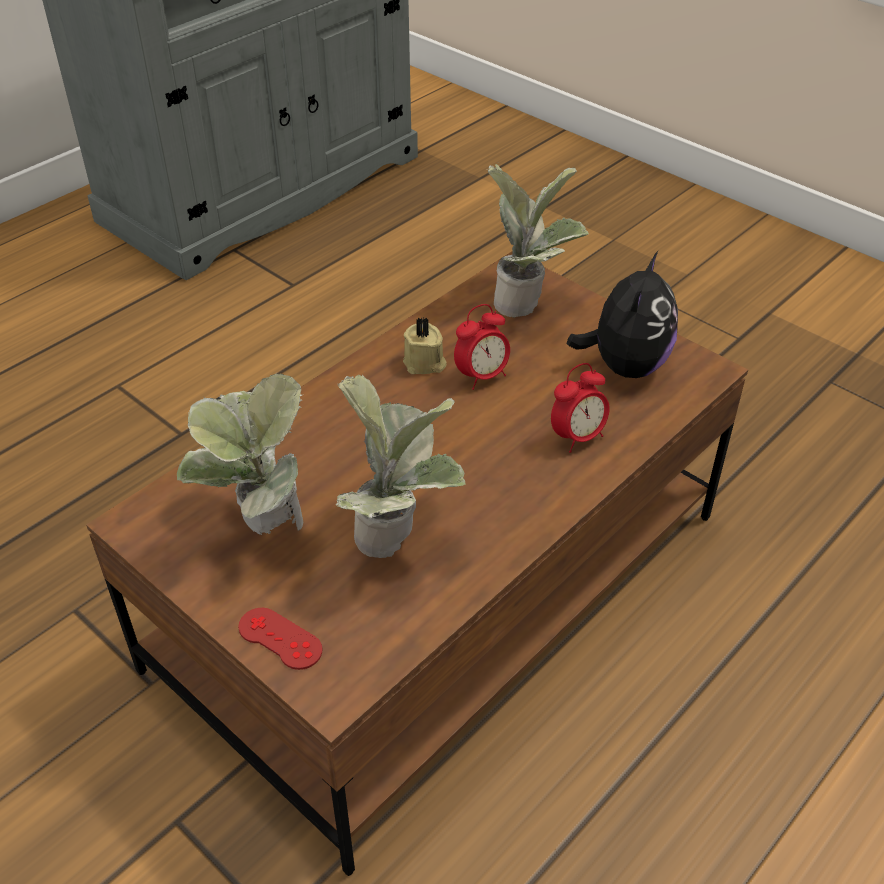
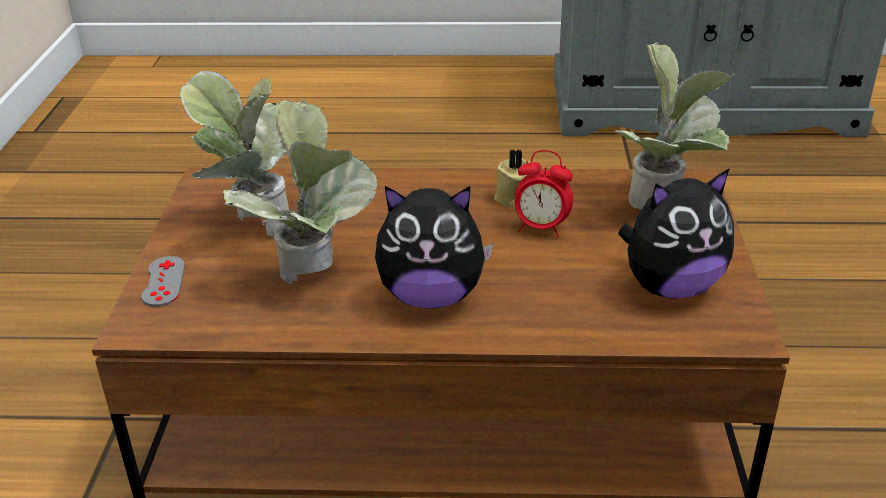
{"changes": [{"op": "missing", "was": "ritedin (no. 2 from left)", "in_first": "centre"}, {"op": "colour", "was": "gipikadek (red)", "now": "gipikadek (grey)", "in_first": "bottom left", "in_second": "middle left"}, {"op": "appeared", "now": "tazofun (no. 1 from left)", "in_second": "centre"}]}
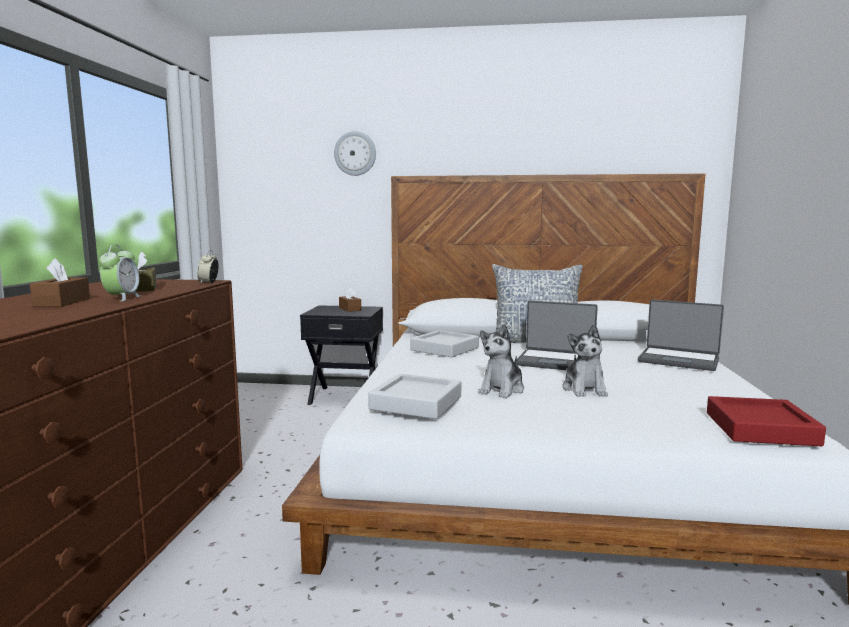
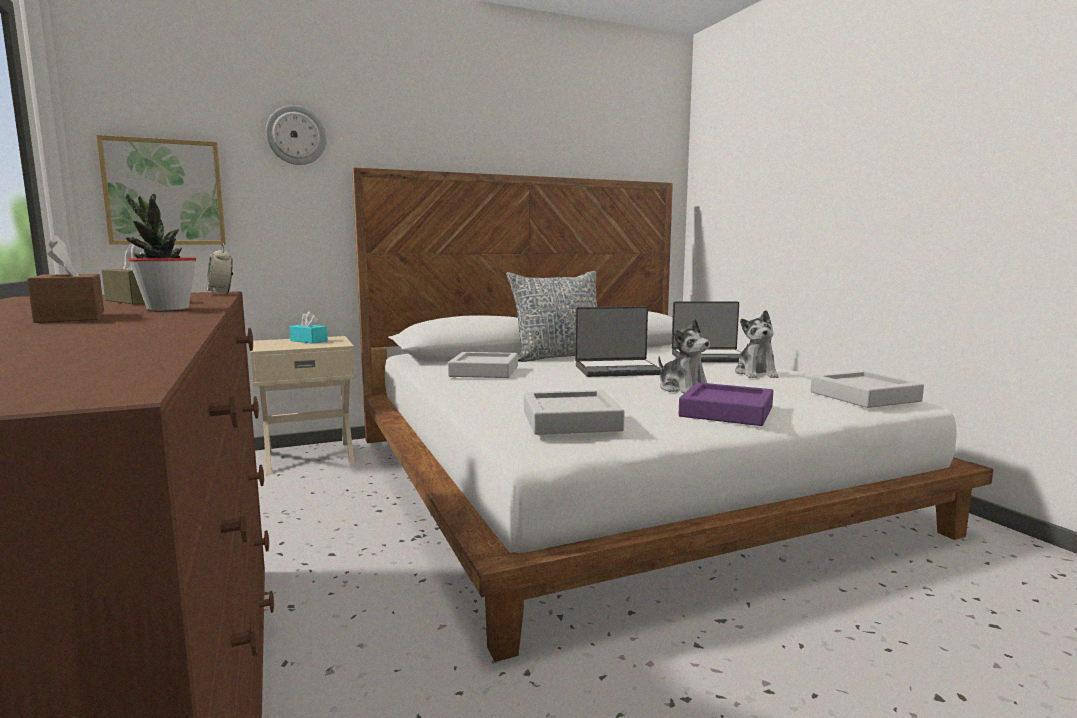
{"changes": [{"op": "exchanged", "was": "ritedin (no. 1 from left)", "now": "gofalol", "in_first": "middle left", "in_second": "middle left"}, {"op": "colour", "was": "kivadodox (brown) (no. 3 from left)", "now": "kivadodox (turquoise)", "in_first": "centre", "in_second": "middle left"}, {"op": "colour", "was": "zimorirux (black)", "now": "zimorirux (beige)", "in_first": "centre", "in_second": "middle left"}, {"op": "relocated", "was": "tazofun (no. 1 from left in the first image)", "now": "tazofun (no. 2 from left)", "in_first": "centre", "in_second": "middle right"}, {"op": "colour", "was": "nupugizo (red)", "now": "nupugizo (grey) (no. 3 from left)", "in_first": "bottom right", "in_second": "middle right"}, {"op": "appeared", "now": "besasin", "in_second": "top left"}, {"op": "appeared", "now": "nupugizo (purple)", "in_second": "middle right"}]}
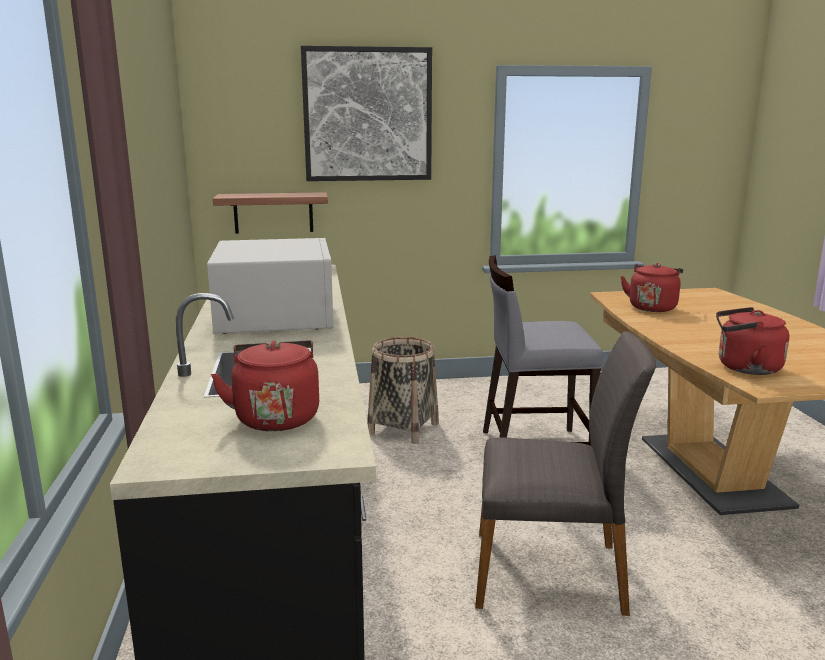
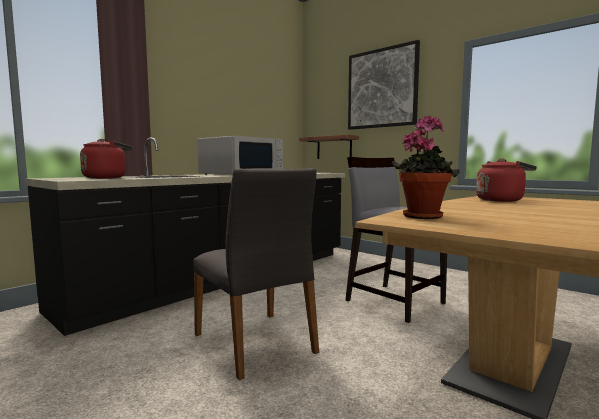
{"changes": [{"op": "exchanged", "was": "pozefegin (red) (no. 3 from left)", "now": "gofalol", "in_first": "middle right", "in_second": "middle right"}, {"op": "missing", "was": "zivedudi", "in_first": "centre"}]}
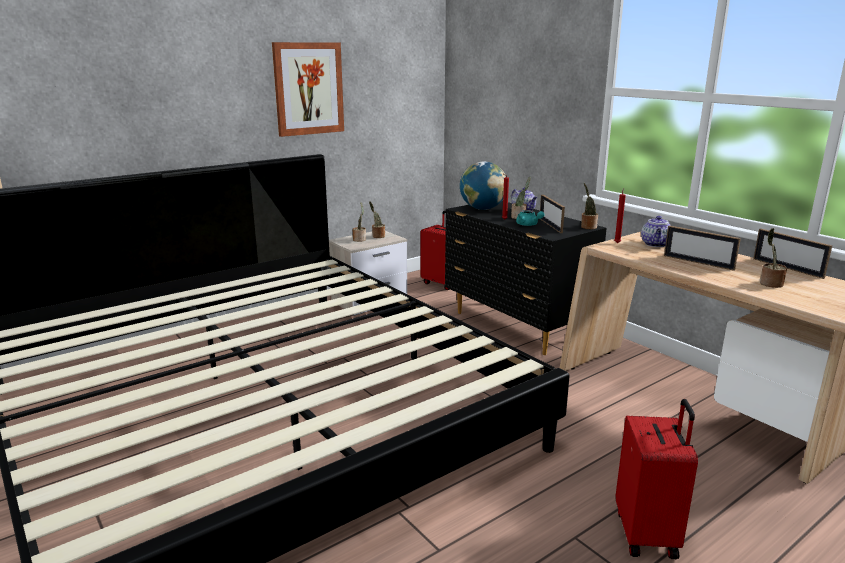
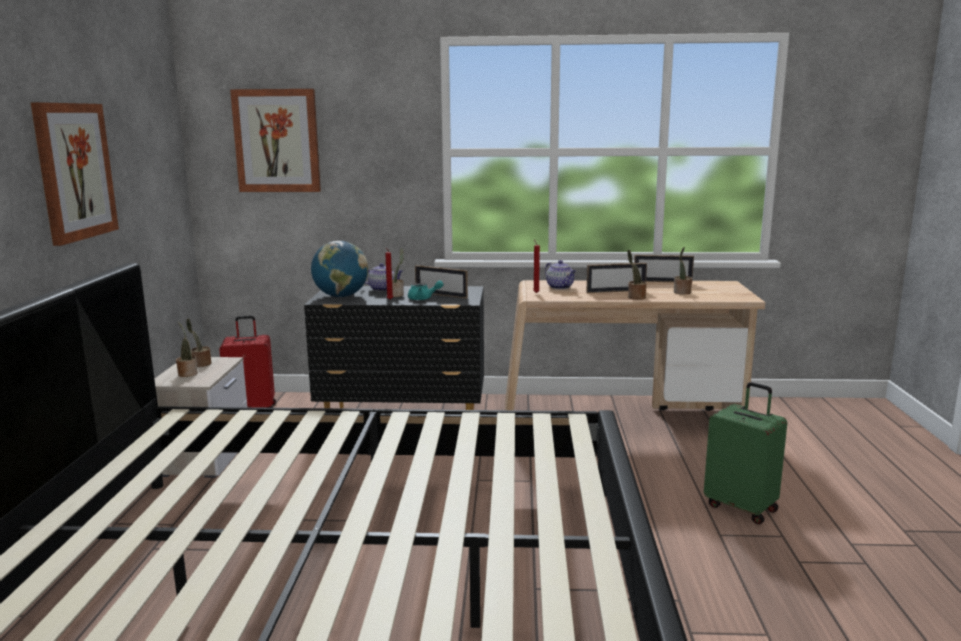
{"changes": [{"op": "relocated", "was": "gofalol (no. 4 from left)", "in_first": "middle right", "in_second": "centre"}, {"op": "colour", "was": "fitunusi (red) (no. 2 from left)", "now": "fitunusi (green)", "in_first": "bottom right", "in_second": "bottom right"}, {"op": "appeared", "now": "besasin (no. 2 from left)", "in_second": "top left"}]}
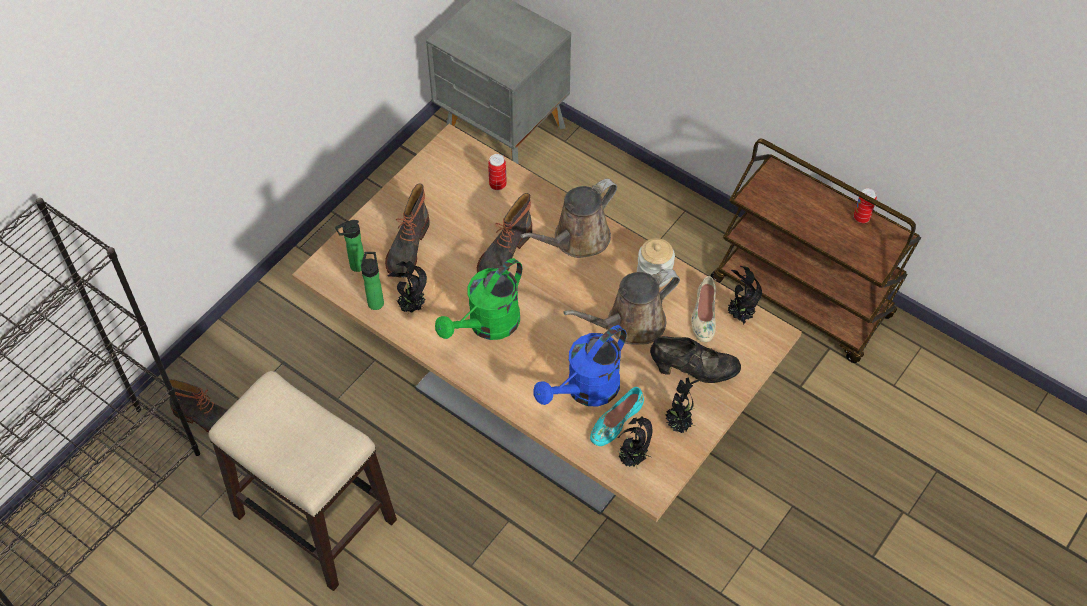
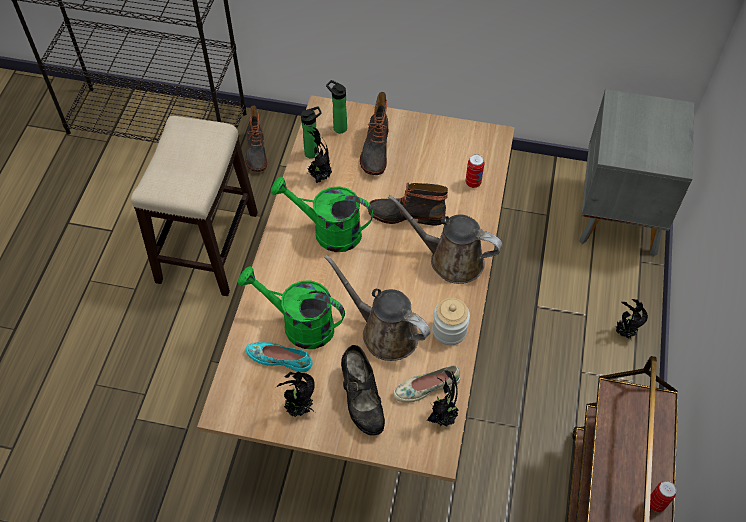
{"changes": [{"op": "spun", "was": "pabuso (no. 2 from left)", "in_first": "centre", "in_second": "top centre", "clockwise": -75}, {"op": "colour", "was": "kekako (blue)", "now": "kekako (green) (no. 1 from left)", "in_first": "centre", "in_second": "centre"}, {"op": "relocated", "was": "gofalol (no. 2 from left in the first image)", "now": "gofalol (no. 4 from left)", "in_first": "bottom centre", "in_second": "middle right"}]}
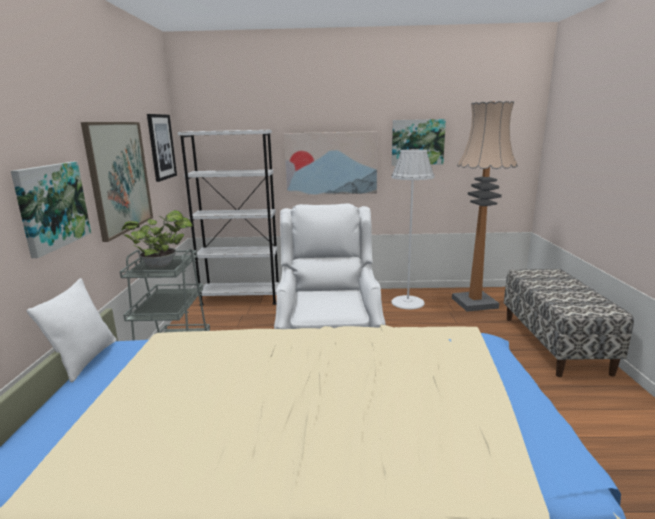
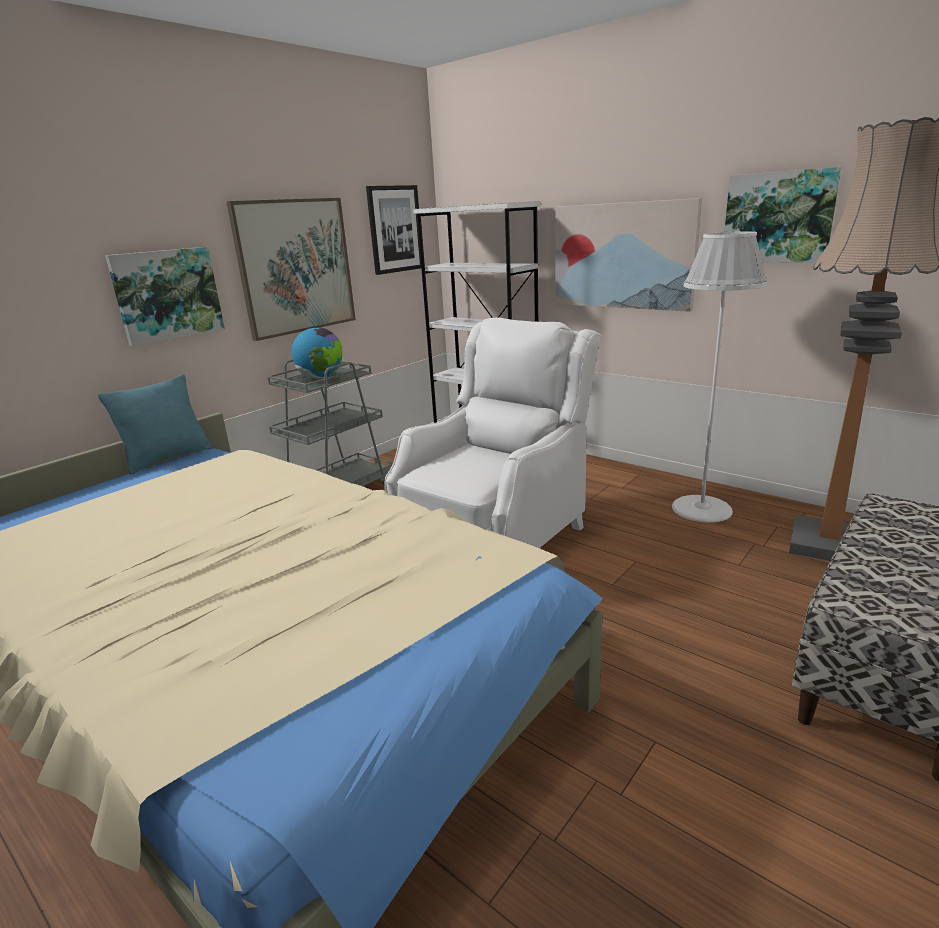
{"changes": [{"op": "exchanged", "was": "gofalol", "now": "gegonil", "in_first": "middle left", "in_second": "centre"}, {"op": "colour", "was": "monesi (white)", "now": "monesi (turquoise)", "in_first": "middle left", "in_second": "middle left"}]}
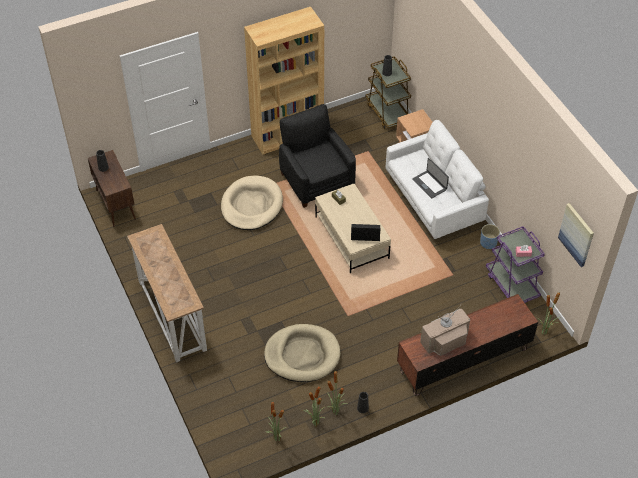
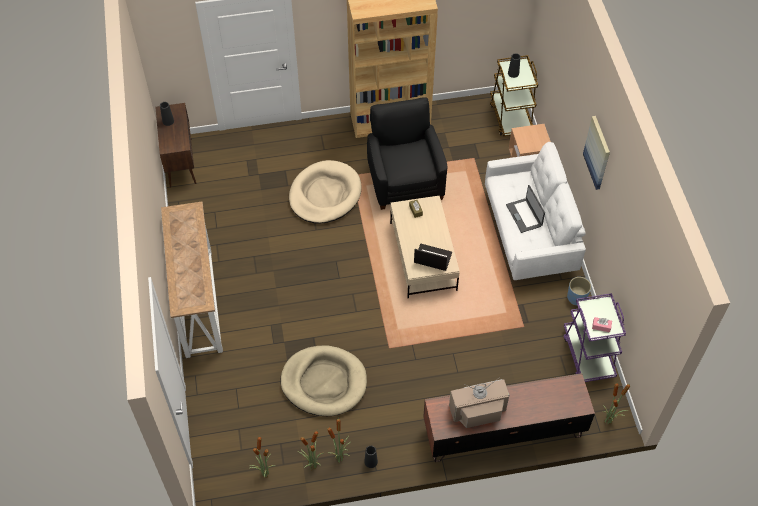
{"changes": [{"op": "relocated", "was": "besasin", "in_first": "middle right", "in_second": "top right"}]}
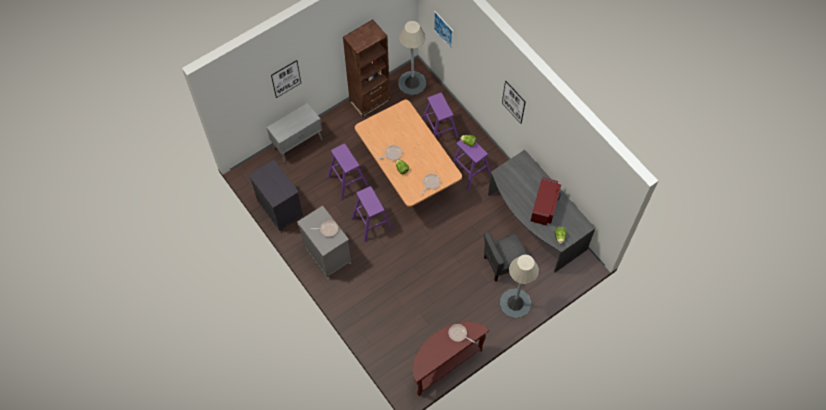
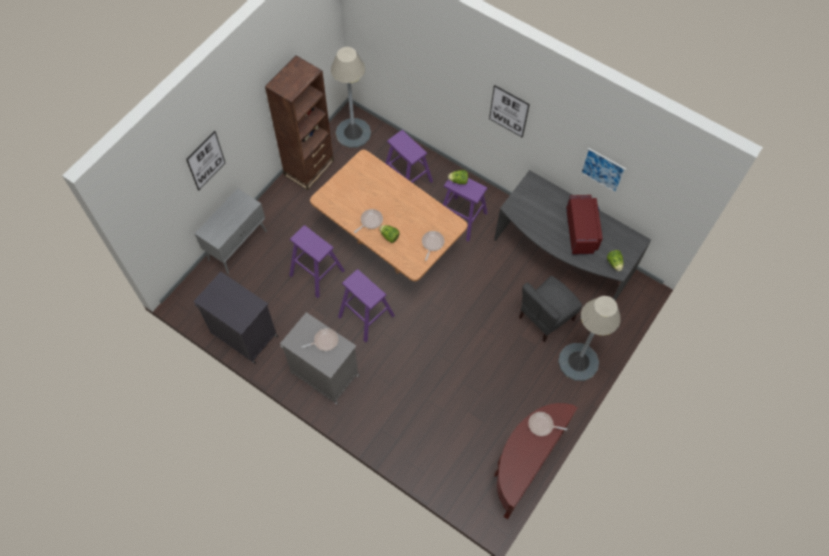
{"changes": [{"op": "relocated", "was": "besasin (no. 2 from left in the first image)", "now": "besasin (no. 3 from left)", "in_first": "top centre", "in_second": "top right"}]}
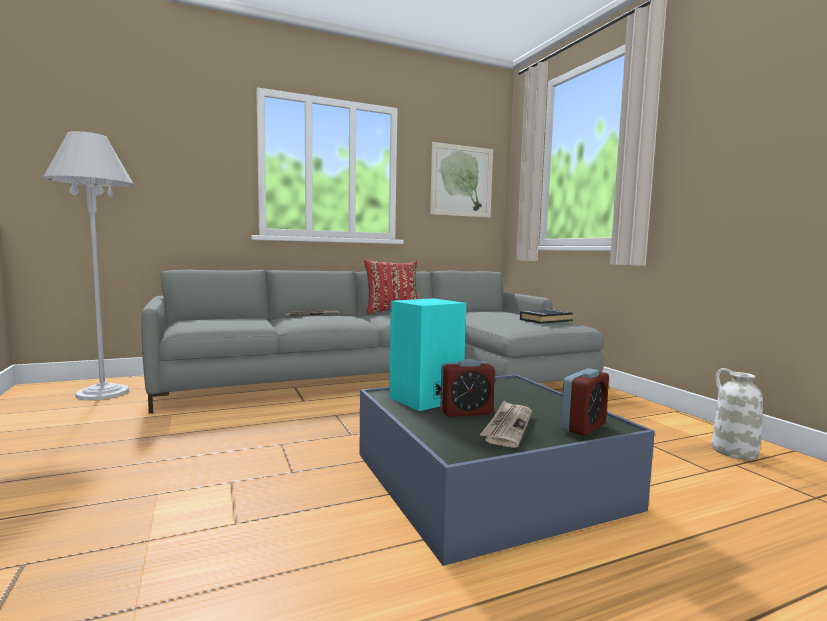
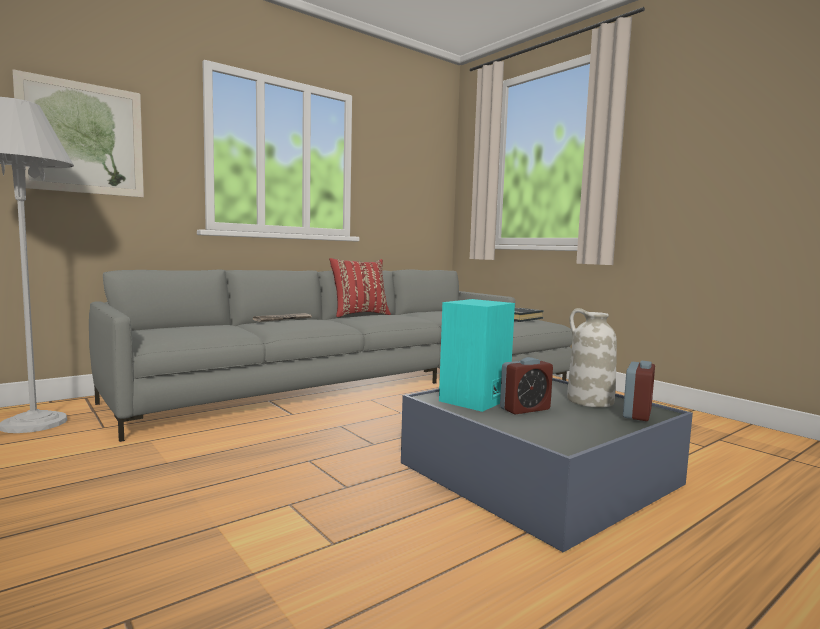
{"changes": [{"op": "relocated", "was": "besasin", "in_first": "top centre", "in_second": "top left"}, {"op": "relocated", "was": "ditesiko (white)", "in_first": "bottom right", "in_second": "middle right"}, {"op": "missing", "was": "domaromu (no. 2 from left)", "in_first": "bottom centre"}]}
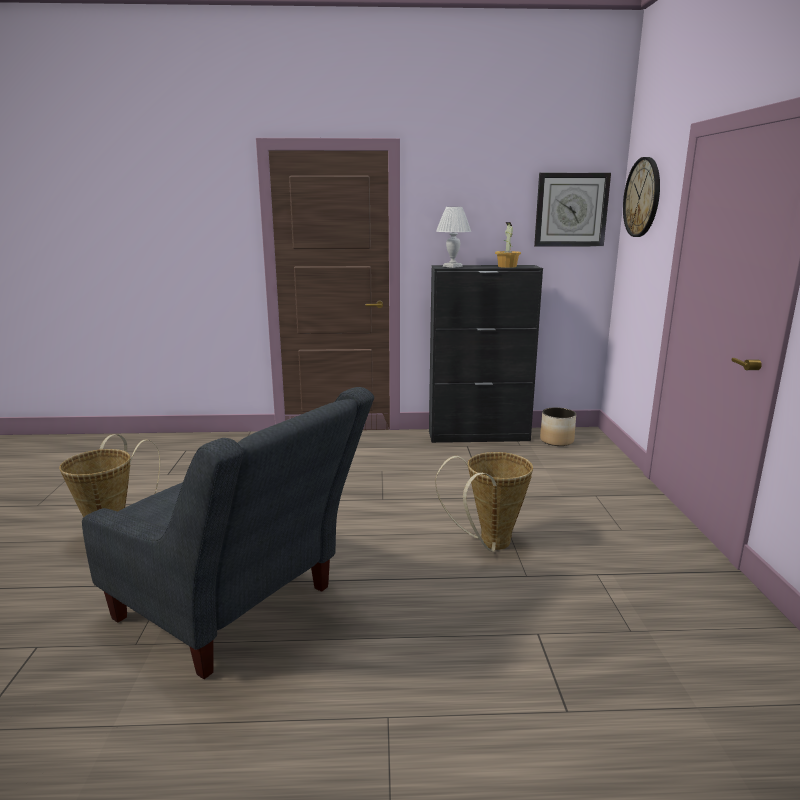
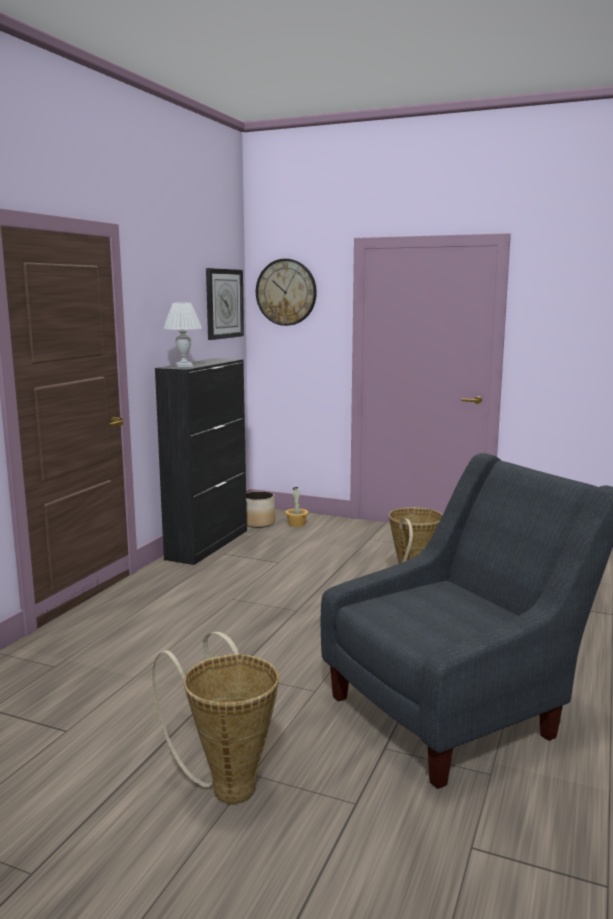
{"changes": [{"op": "relocated", "was": "gofalol", "in_first": "top centre", "in_second": "centre"}]}
